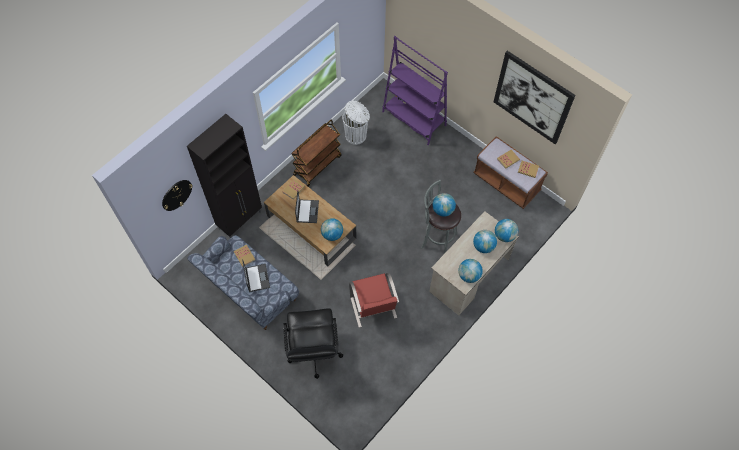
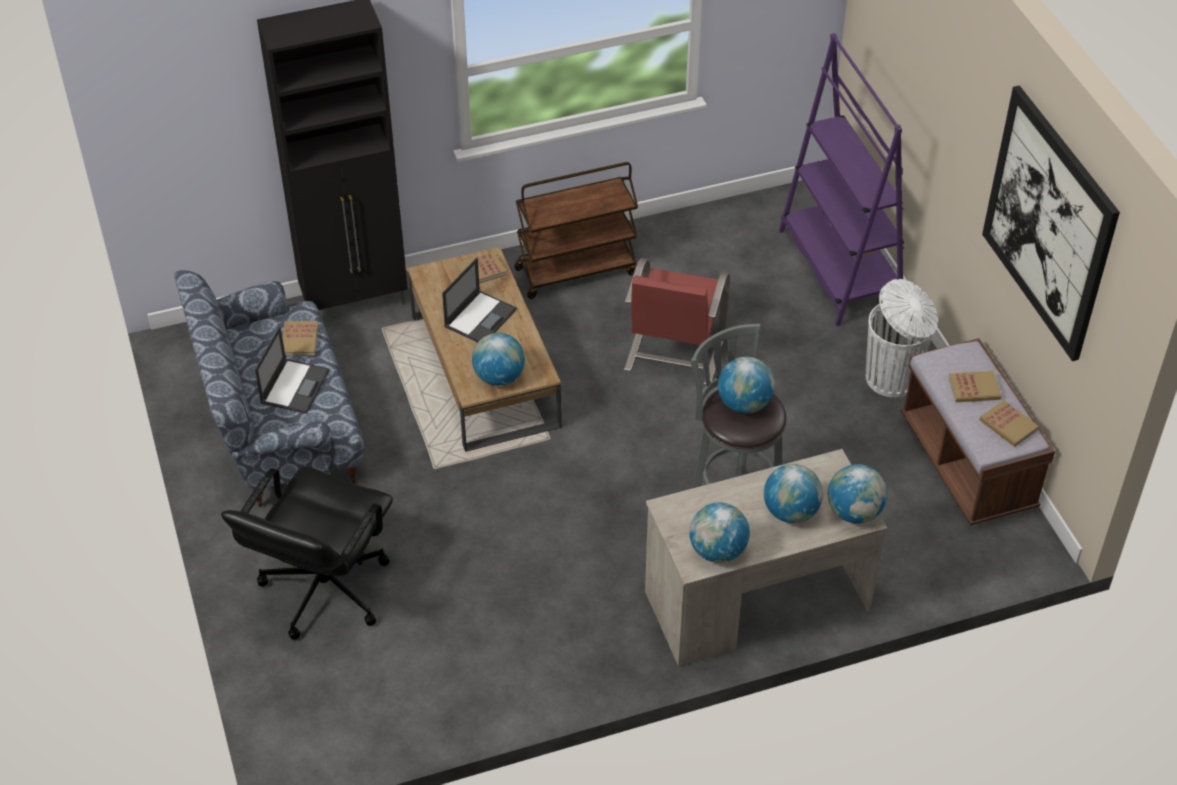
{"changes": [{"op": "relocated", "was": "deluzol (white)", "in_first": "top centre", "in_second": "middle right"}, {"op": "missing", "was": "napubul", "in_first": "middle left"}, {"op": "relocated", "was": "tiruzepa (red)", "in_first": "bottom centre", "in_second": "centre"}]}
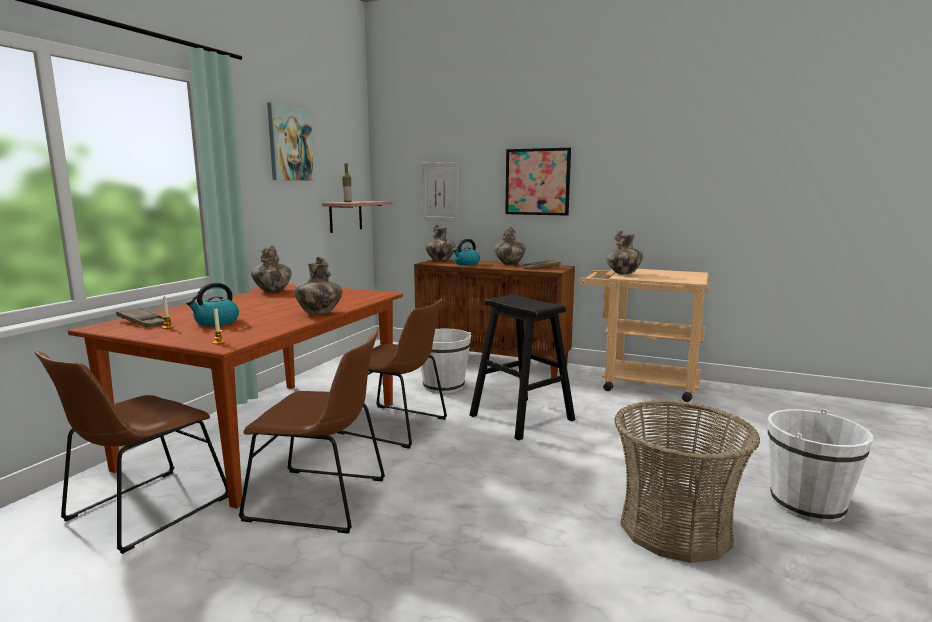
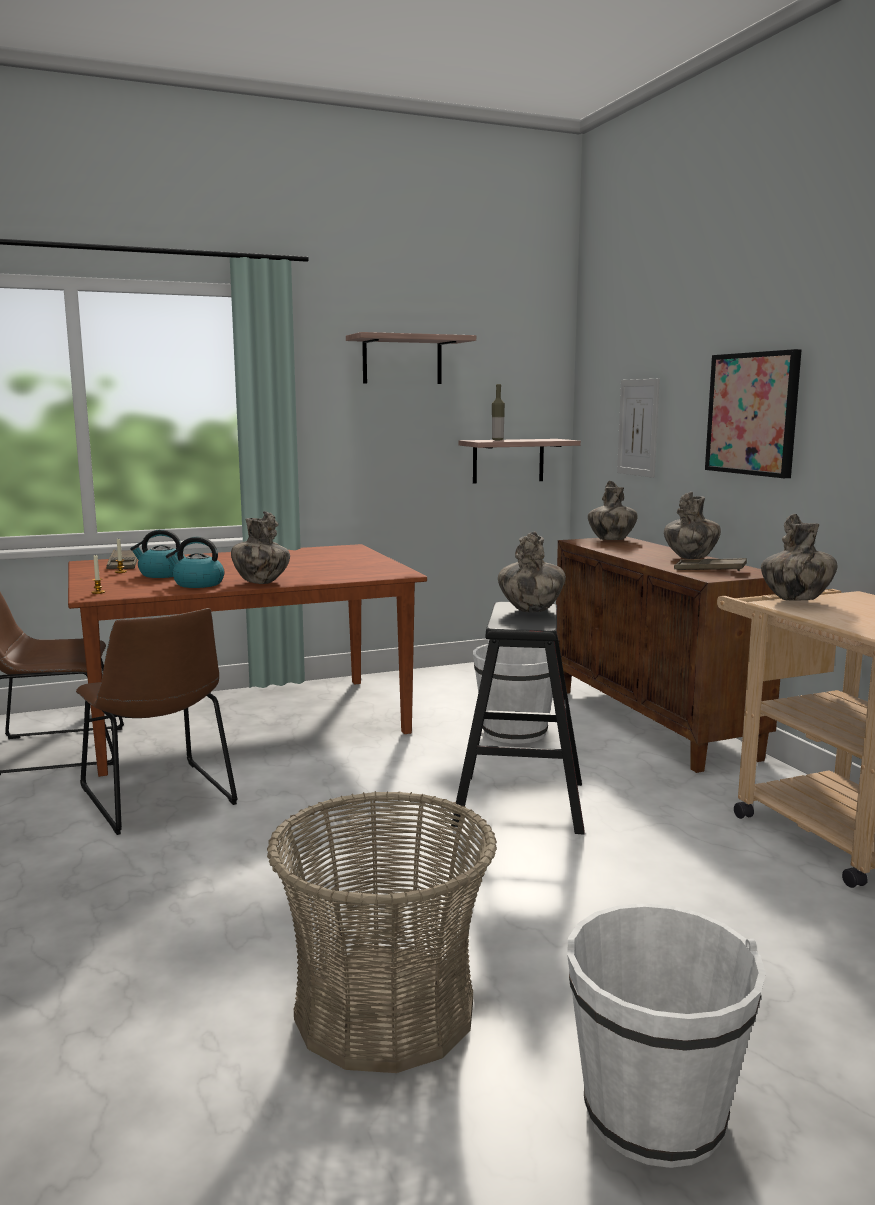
{"changes": [{"op": "exchanged", "was": "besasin (no. 1 from left)", "now": "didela (no. 1 from left)", "in_first": "top left", "in_second": "top centre"}, {"op": "relocated", "was": "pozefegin (no. 2 from left)", "in_first": "centre", "in_second": "middle left"}, {"op": "relocated", "was": "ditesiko (no. 1 from left in the first image)", "now": "ditesiko (no. 2 from left)", "in_first": "middle left", "in_second": "centre"}, {"op": "missing", "was": "tiruzepa (brown) (no. 3 from left)", "in_first": "centre"}]}
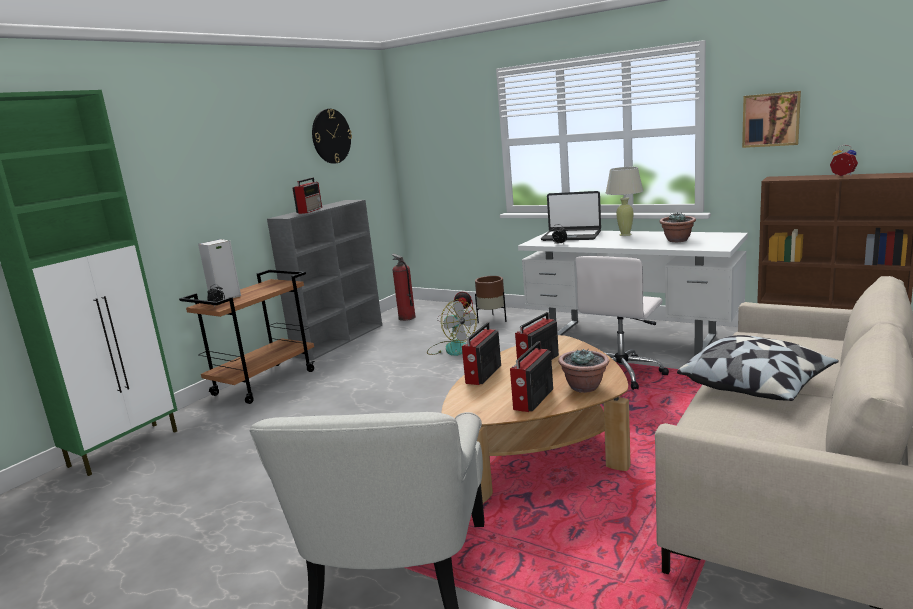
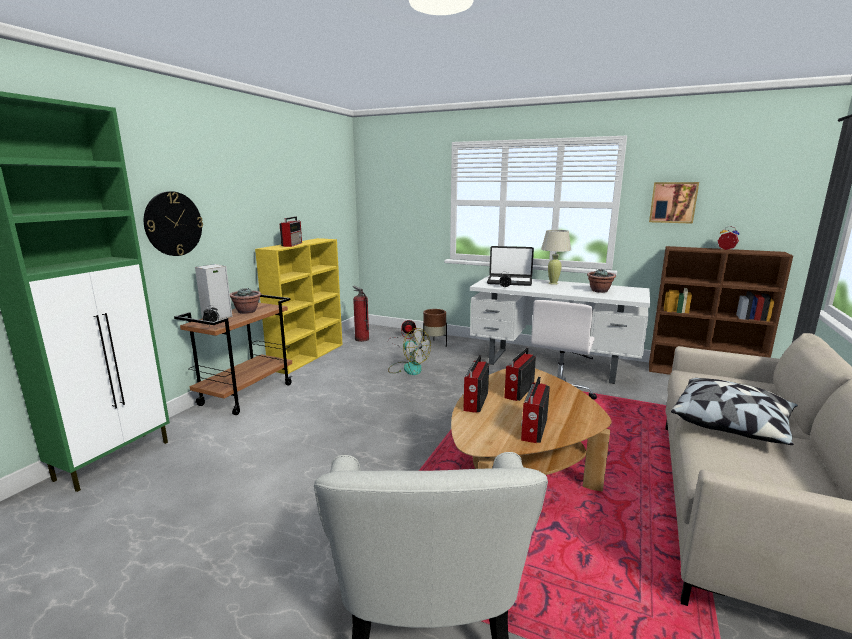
{"changes": [{"op": "relocated", "was": "napubul", "in_first": "top centre", "in_second": "middle left"}, {"op": "colour", "was": "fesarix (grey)", "now": "fesarix (yellow)", "in_first": "centre", "in_second": "centre"}, {"op": "relocated", "was": "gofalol (no. 1 from left)", "in_first": "centre", "in_second": "middle left"}]}
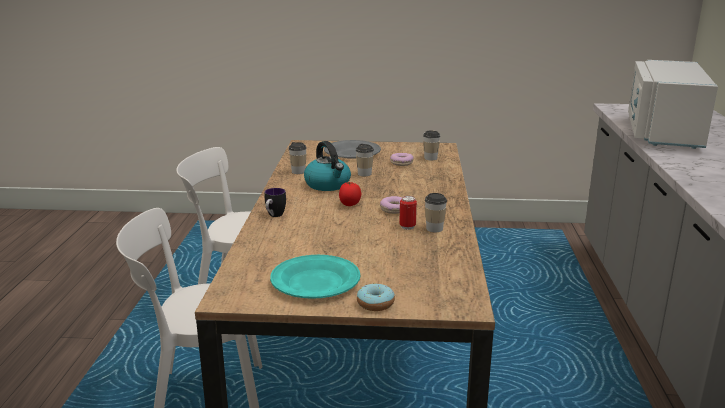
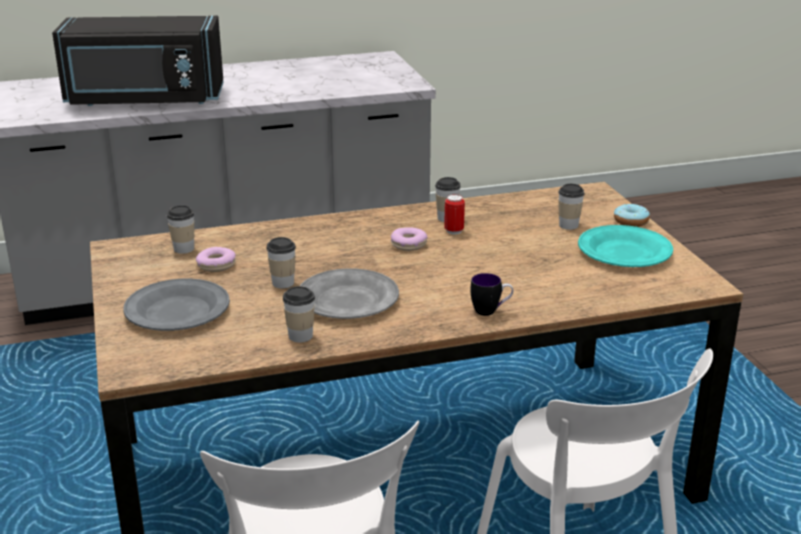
{"changes": [{"op": "colour", "was": "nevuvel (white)", "now": "nevuvel (black)", "in_first": "top right", "in_second": "top left"}, {"op": "exchanged", "was": "pozefegin", "now": "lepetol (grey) (no. 2 from left)", "in_first": "centre", "in_second": "centre"}, {"op": "missing", "was": "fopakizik", "in_first": "centre"}, {"op": "appeared", "now": "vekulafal (no. 5 from left)", "in_second": "middle right"}]}
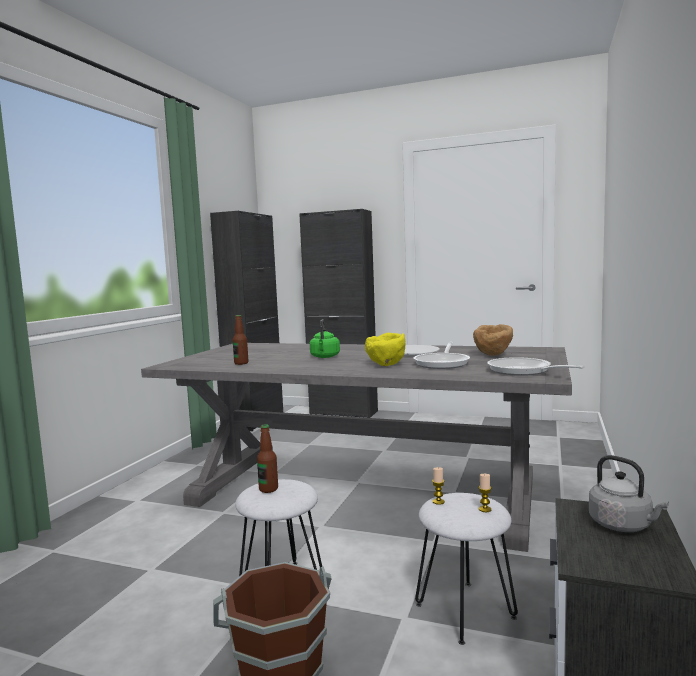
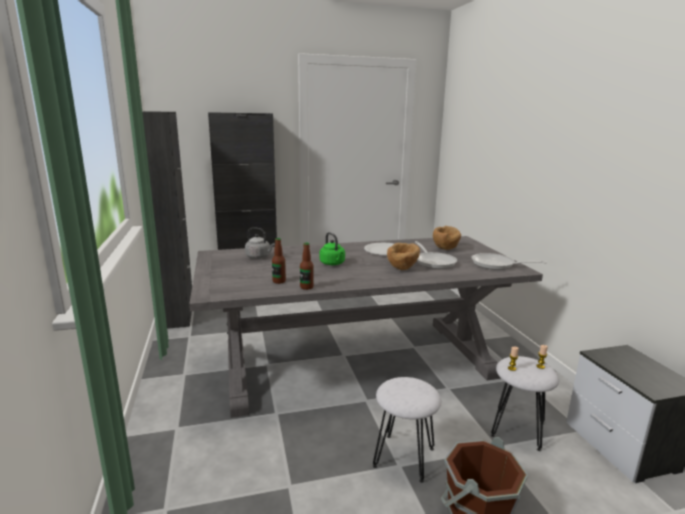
{"changes": [{"op": "colour", "was": "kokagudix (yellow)", "now": "kokagudix (brown) (no. 1 from left)", "in_first": "centre", "in_second": "centre"}, {"op": "relocated", "was": "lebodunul (no. 2 from left)", "in_first": "bottom centre", "in_second": "centre"}, {"op": "relocated", "was": "pozefegin (grey)", "in_first": "bottom right", "in_second": "centre"}]}
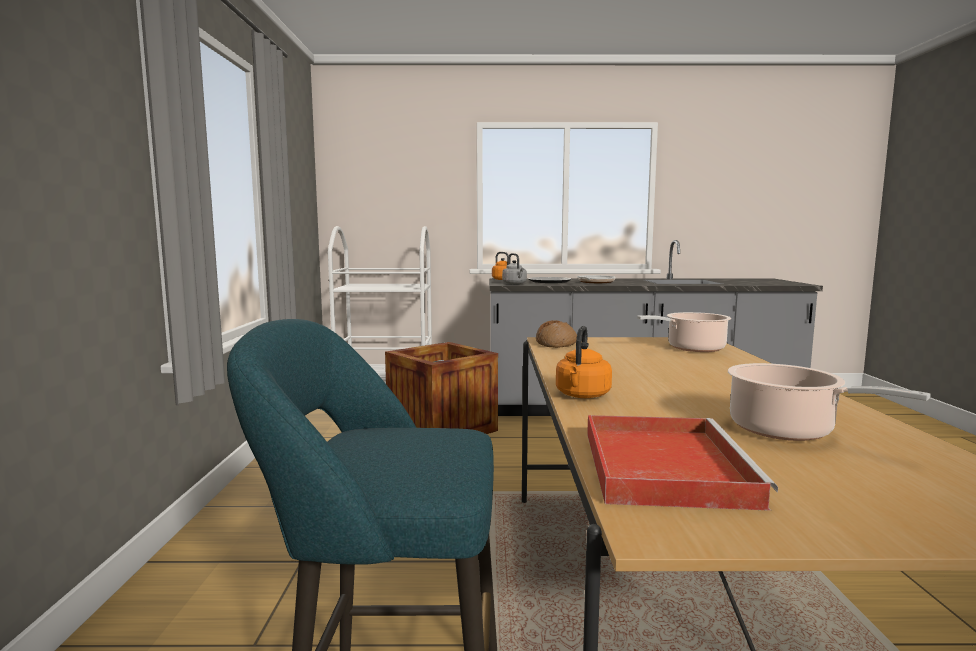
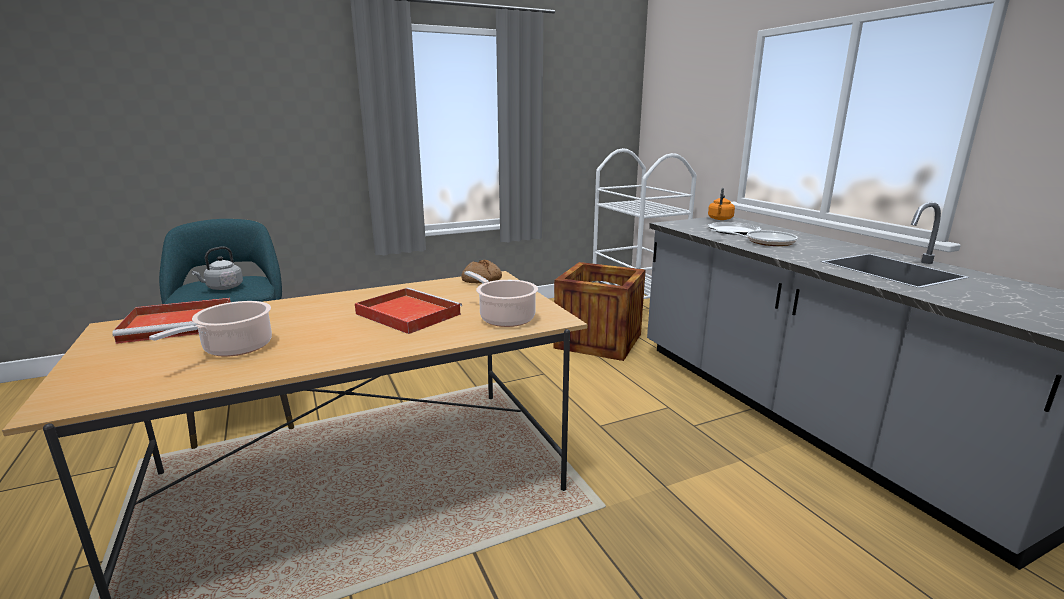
{"changes": [{"op": "relocated", "was": "pozefegin (grey)", "in_first": "centre", "in_second": "middle left"}, {"op": "missing", "was": "pozefegin (orange) (no. 2 from left)", "in_first": "centre"}, {"op": "appeared", "now": "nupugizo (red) (no. 2 from left)", "in_second": "centre"}]}
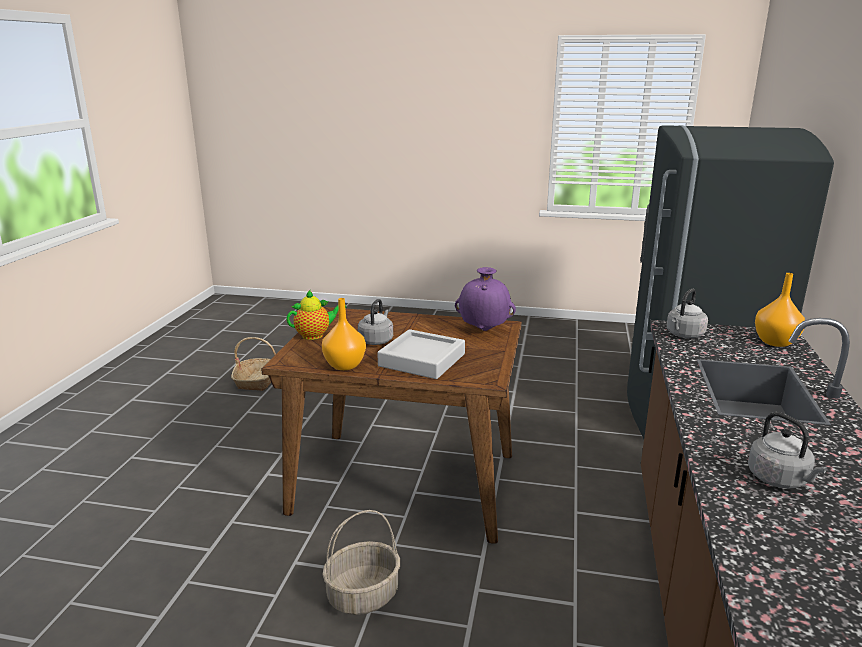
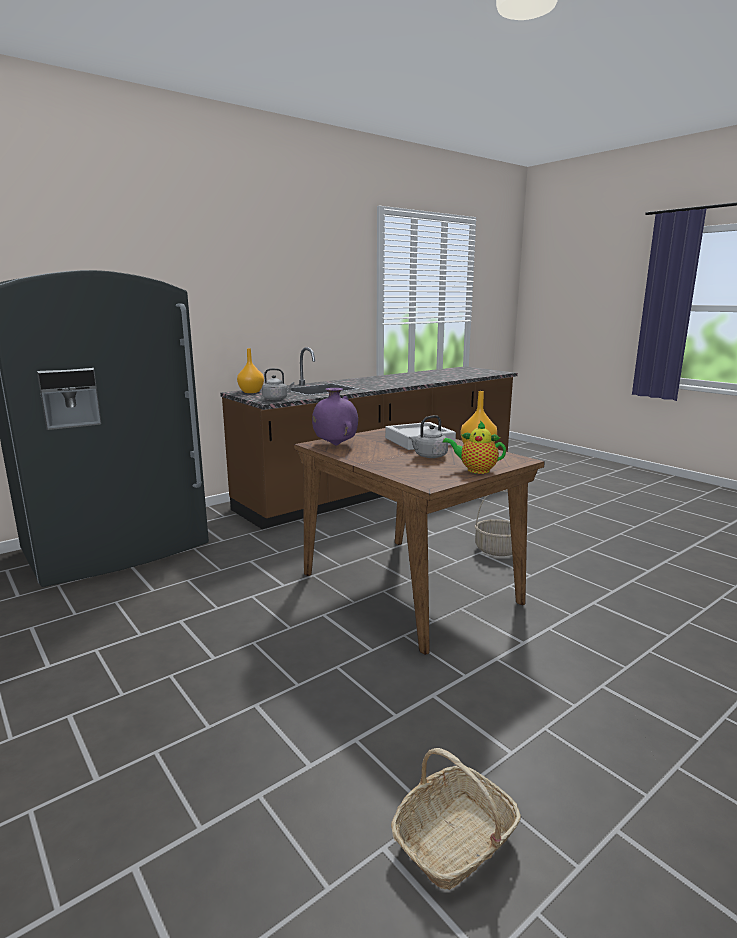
{"changes": [{"op": "missing", "was": "pozefegin (grey) (no. 3 from left)", "in_first": "bottom right"}]}
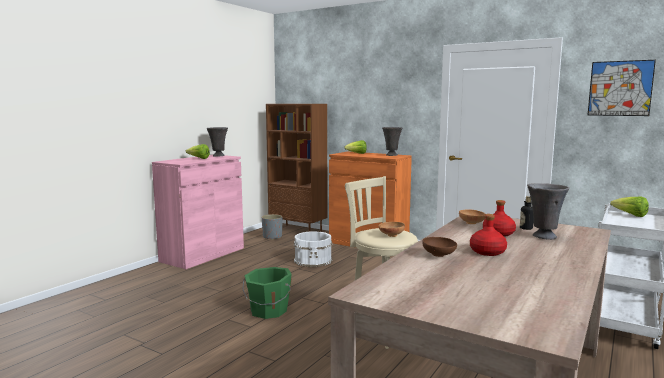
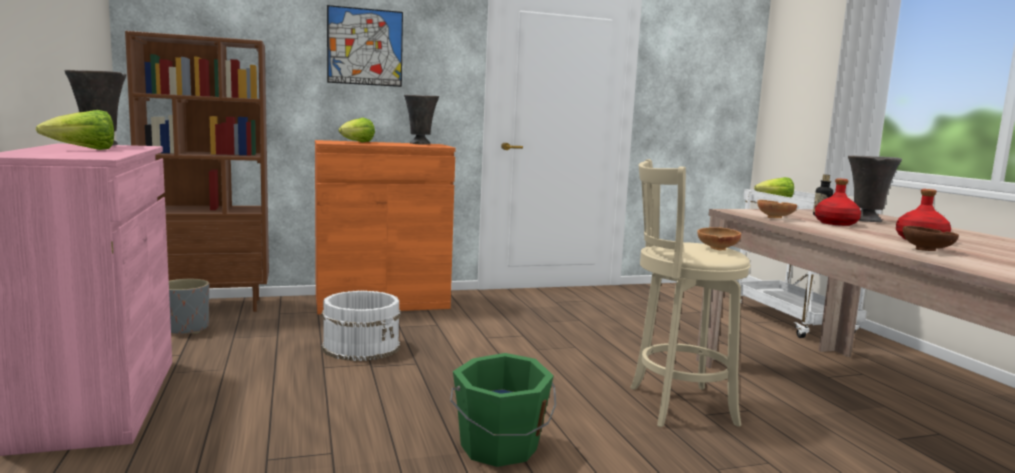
{"changes": [{"op": "relocated", "was": "besasin", "in_first": "top right", "in_second": "top centre"}]}
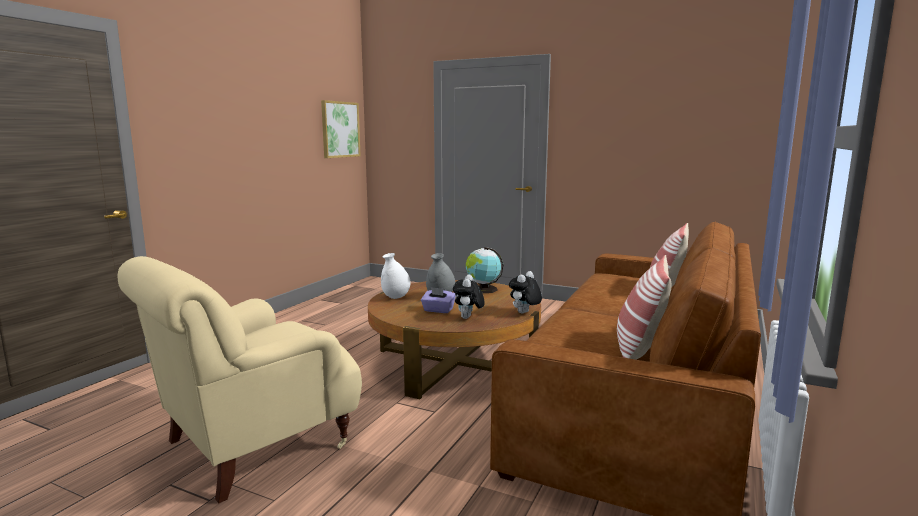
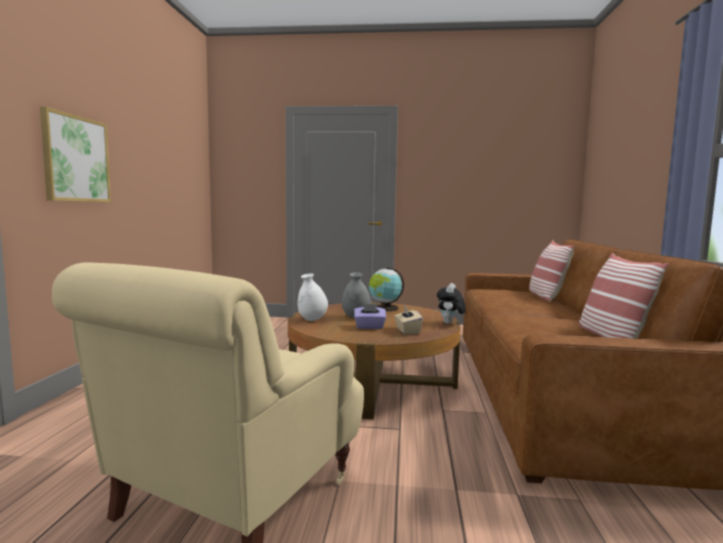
{"changes": [{"op": "relocated", "was": "besasin", "in_first": "top centre", "in_second": "top left"}, {"op": "exchanged", "was": "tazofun (no. 1 from left)", "now": "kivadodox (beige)", "in_first": "centre", "in_second": "centre"}]}
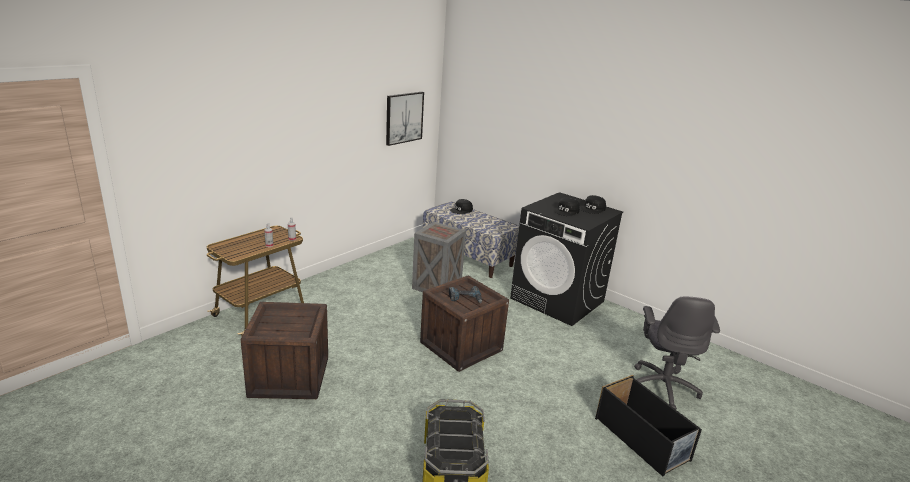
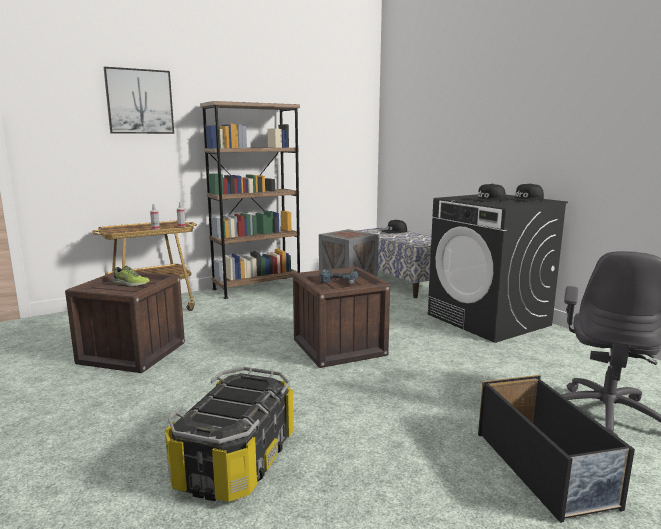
{"changes": [{"op": "relocated", "was": "besasin", "in_first": "top centre", "in_second": "top left"}, {"op": "appeared", "now": "fesarix (brown)", "in_second": "centre"}, {"op": "appeared", "now": "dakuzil", "in_second": "middle left"}]}
